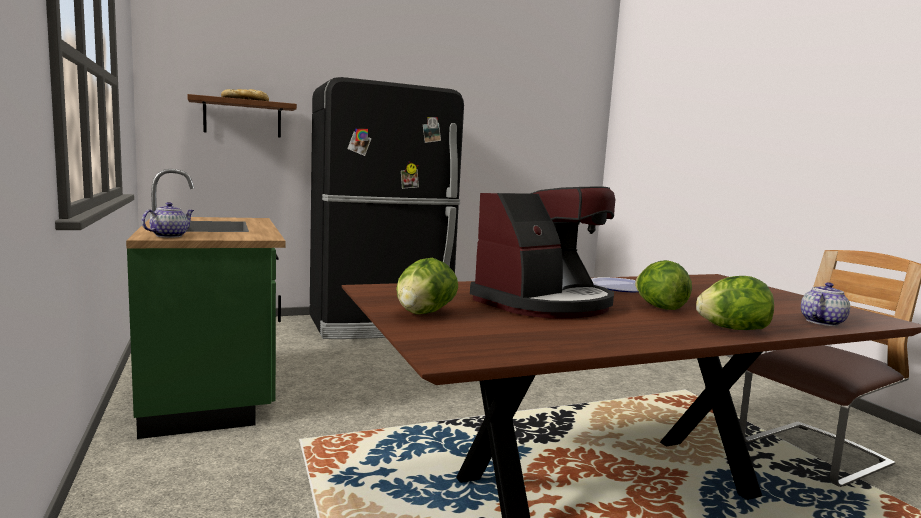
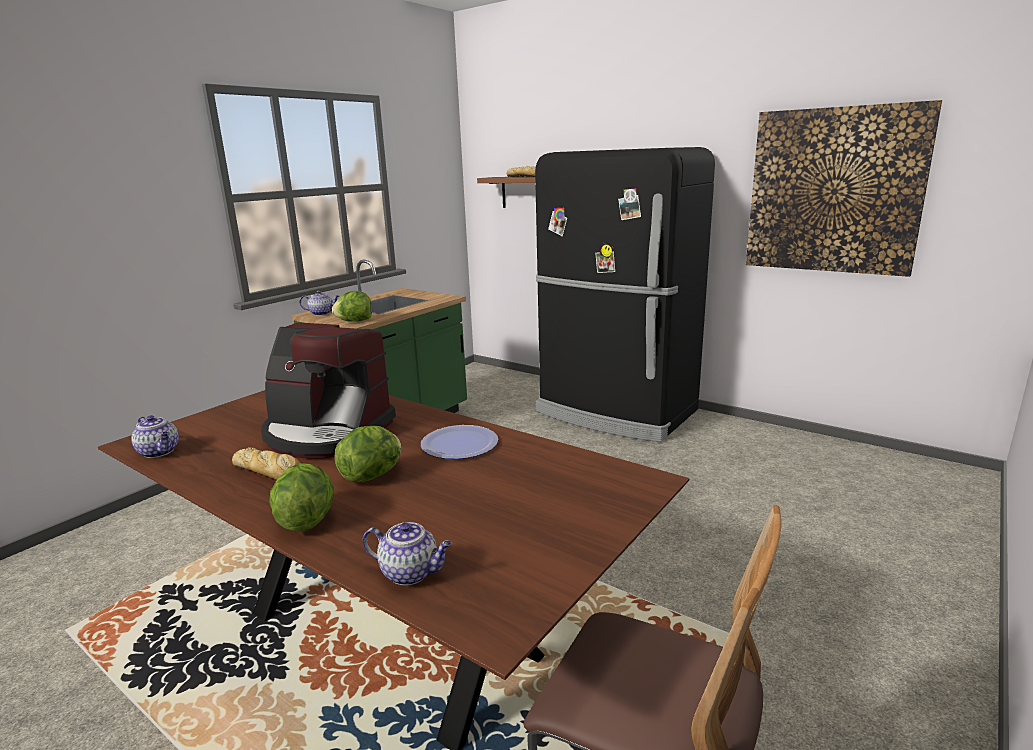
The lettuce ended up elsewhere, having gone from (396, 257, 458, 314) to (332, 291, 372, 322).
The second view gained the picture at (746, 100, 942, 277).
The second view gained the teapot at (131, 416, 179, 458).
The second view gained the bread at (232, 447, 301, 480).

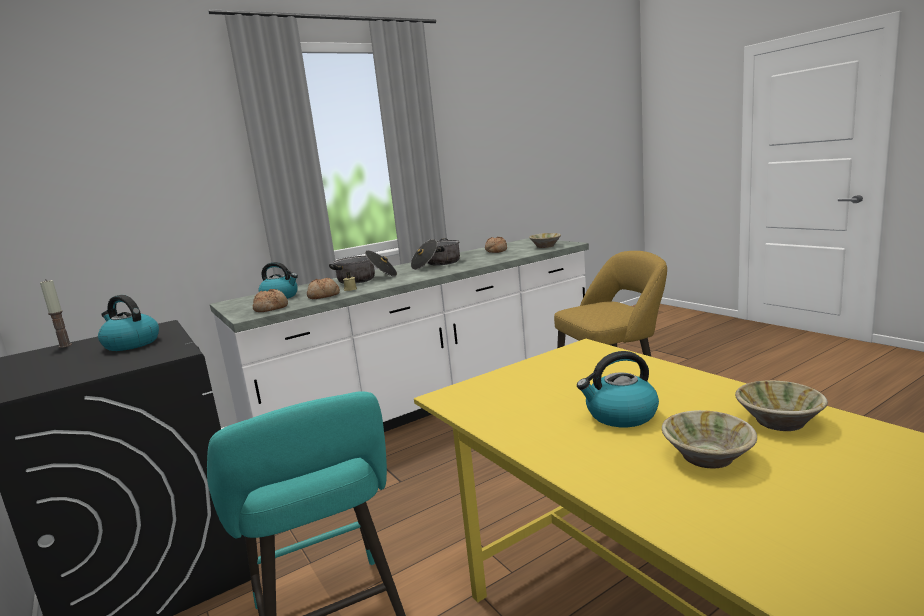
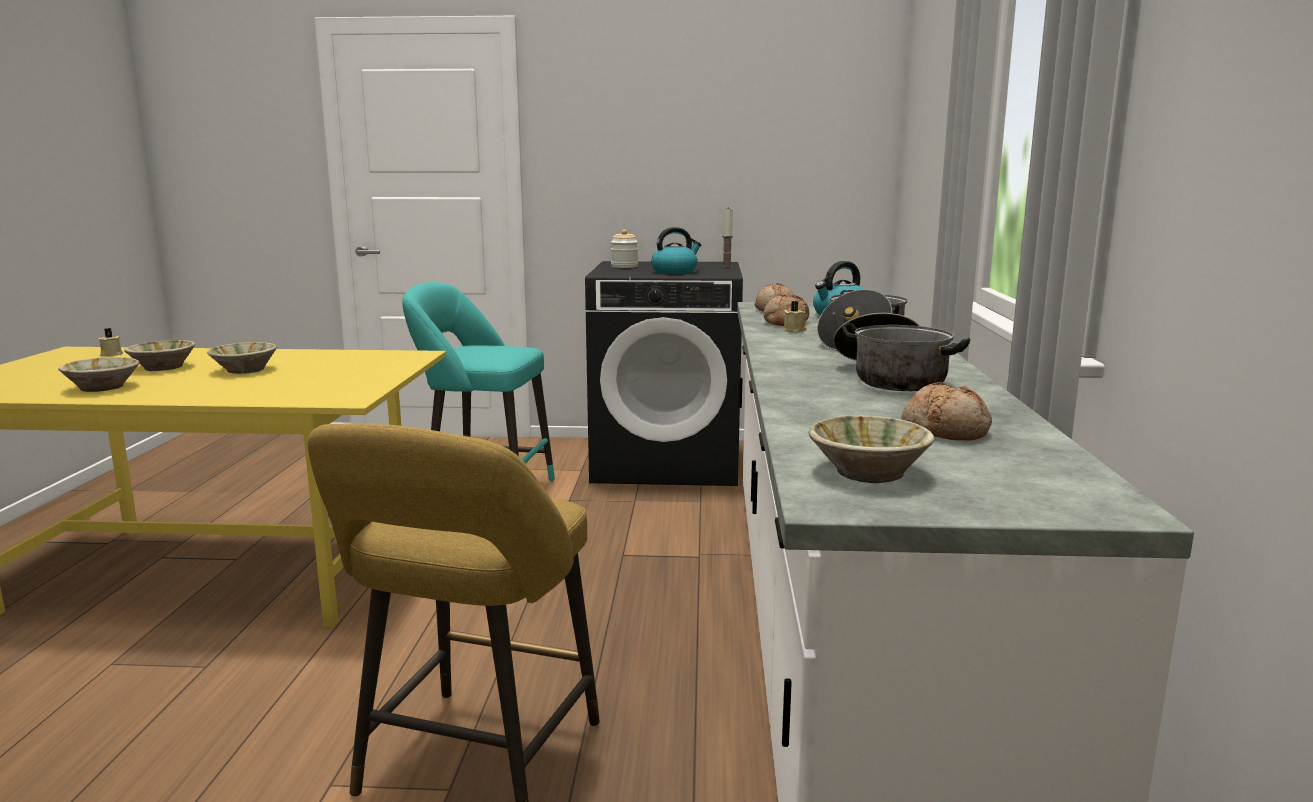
Where the kettle stood at (577, 351, 659, 427), the beige bowl came to stand at (207, 342, 277, 374).
The second view gained the jar at (611, 229, 638, 268).
The second view gained the beige candle at (99, 328, 123, 356).

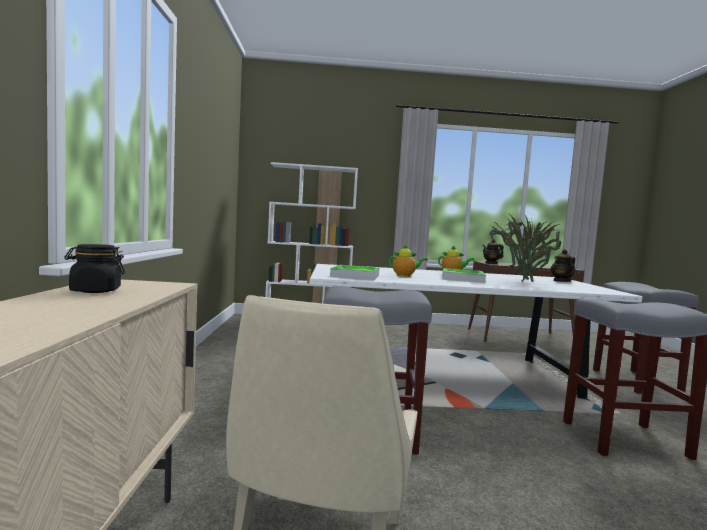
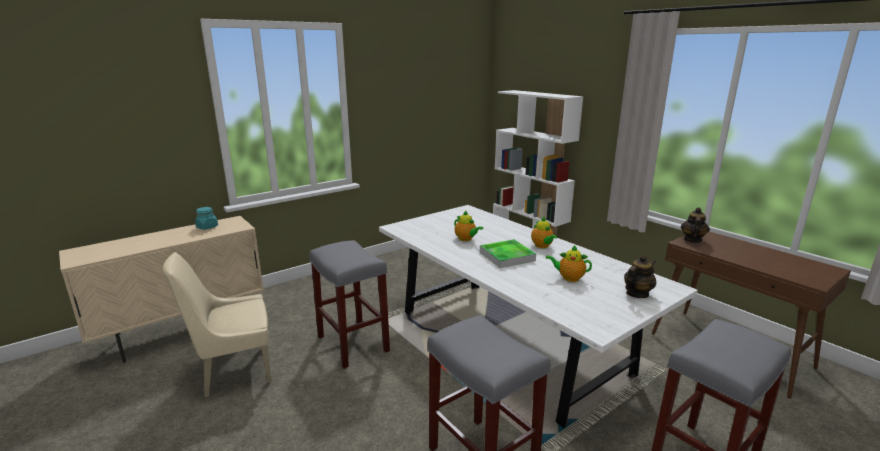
Where the potted plant stood at (488, 214, 561, 282), the teapot came to stand at (546, 245, 592, 282).
What was the black jar at (64, 244, 125, 293) turned into the turquoise jar at (195, 207, 218, 230).
The second view lost the tray at (330, 265, 379, 281).

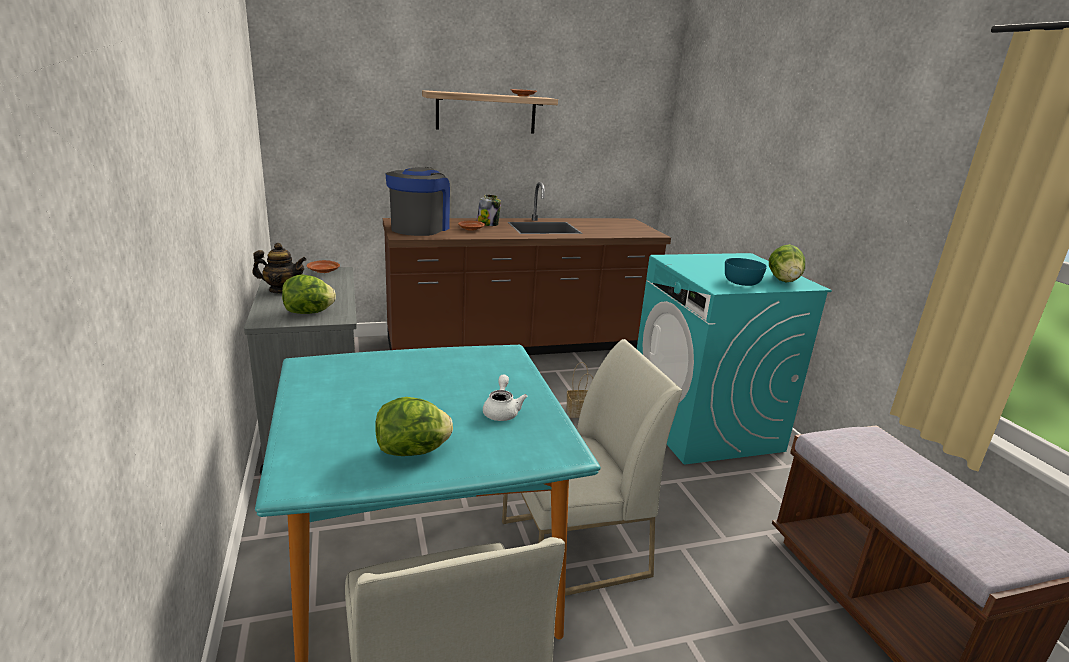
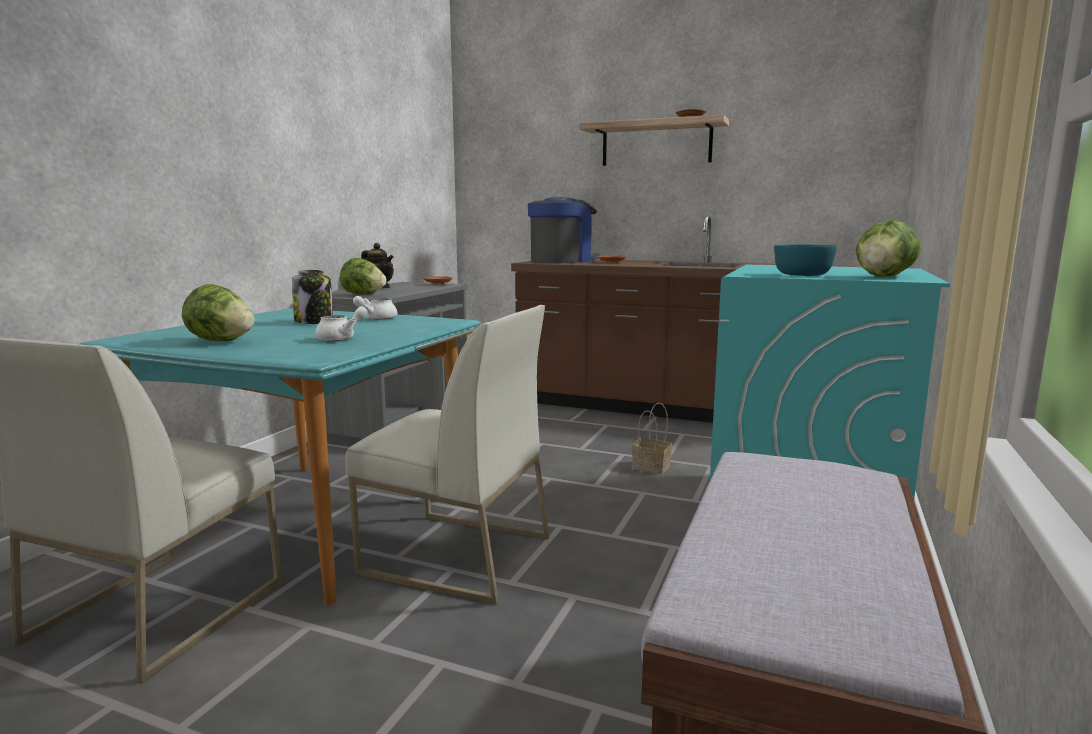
The jar ended up elsewhere, having gone from (477, 195, 501, 226) to (292, 270, 333, 324).
The second view gained the white teapot at (353, 296, 398, 319).

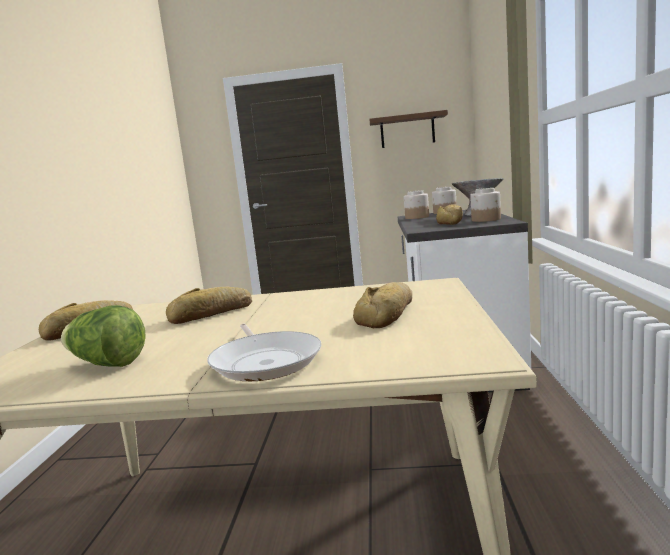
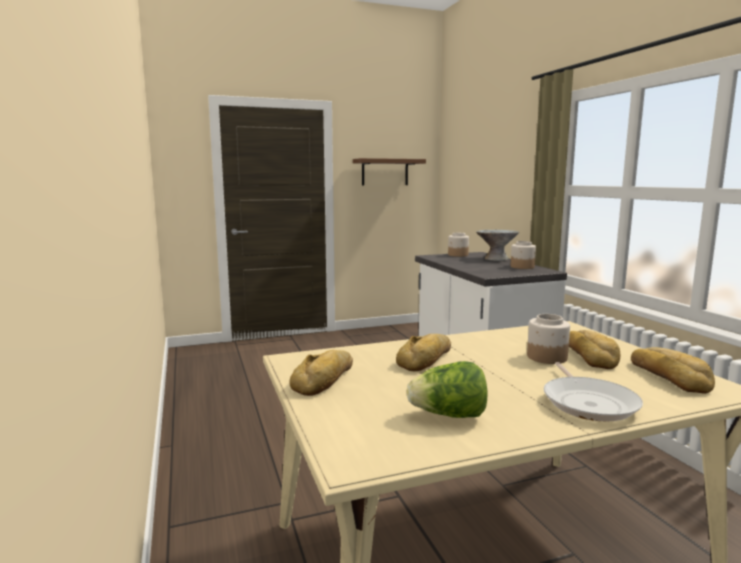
The jar ended up elsewhere, having gone from (404, 190, 429, 219) to (527, 314, 570, 364).
The bread ended up elsewhere, having gone from (436, 204, 463, 225) to (631, 347, 715, 394).
The frying pan at (207, 324, 321, 381) ended up facing another way, 45 degrees clockwise from before.

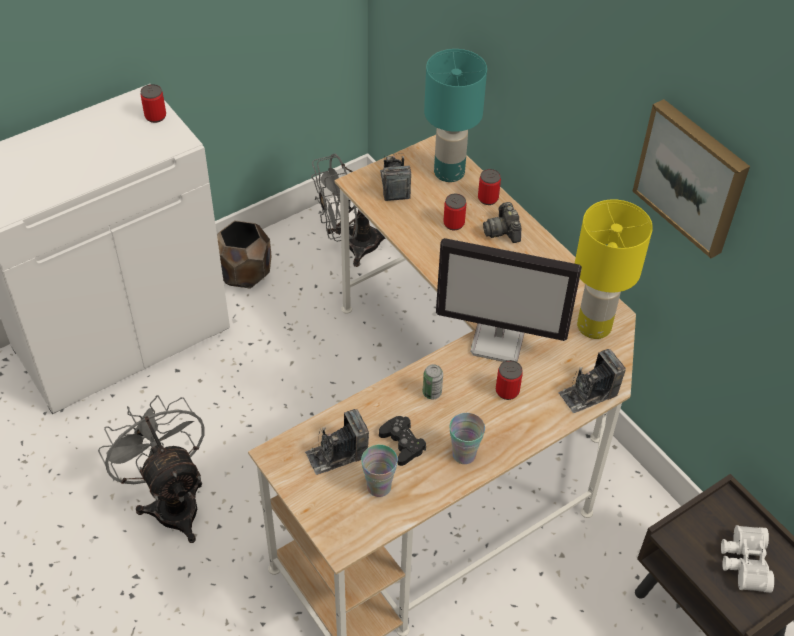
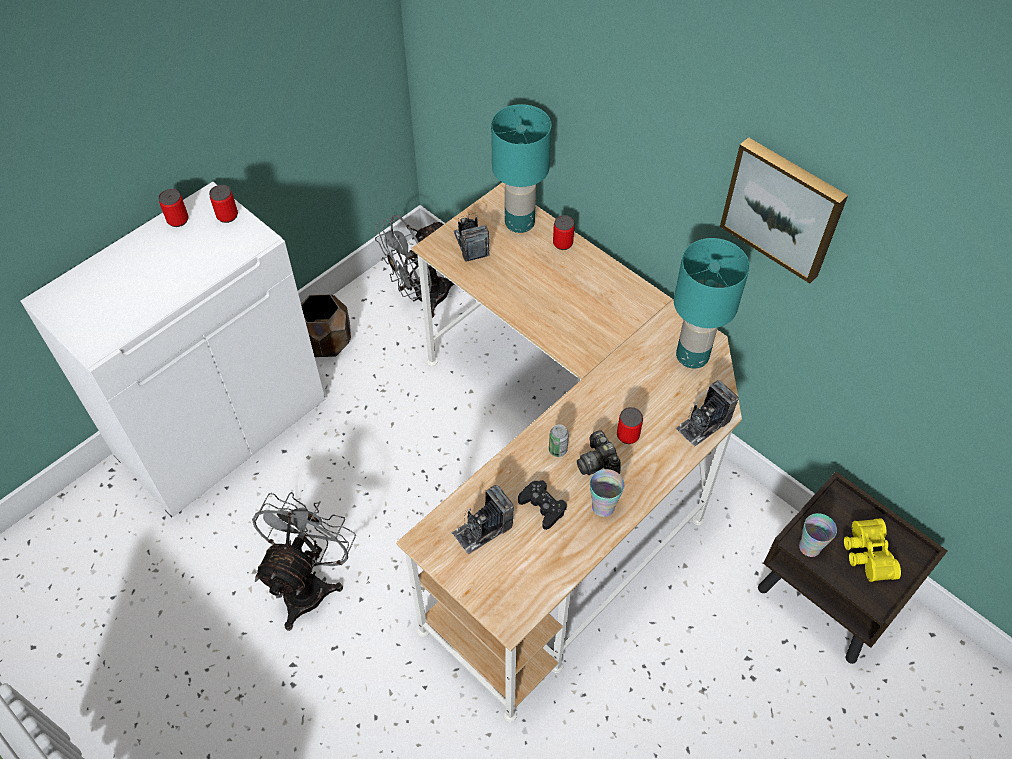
The can ended up elsewhere, having gone from (443, 194, 466, 230) to (158, 189, 188, 227).
What was the yellow table lamp at (575, 199, 653, 339) turned into the turquoise table lamp at (674, 238, 750, 369).
The photo camera ended up elsewhere, having gone from (483, 202, 521, 243) to (577, 430, 621, 475).
The second view lost the monitor at (436, 238, 582, 362).
The grey fan at (98, 395, 205, 543) ended up facing another way, 60 degrees clockwise from before.
The cup ended up elsewhere, having gone from (361, 445, 398, 497) to (799, 513, 837, 557).
What was the white binoculars at (721, 525, 774, 593) turned into the yellow binoculars at (844, 518, 901, 582).

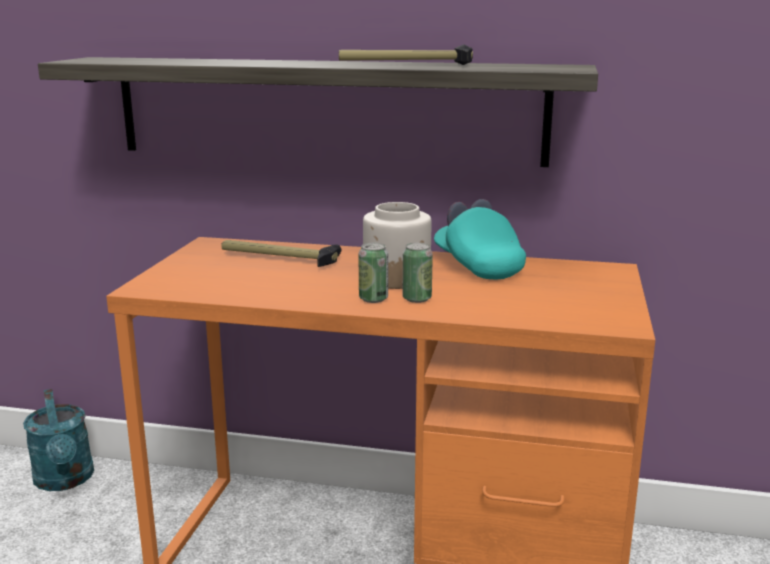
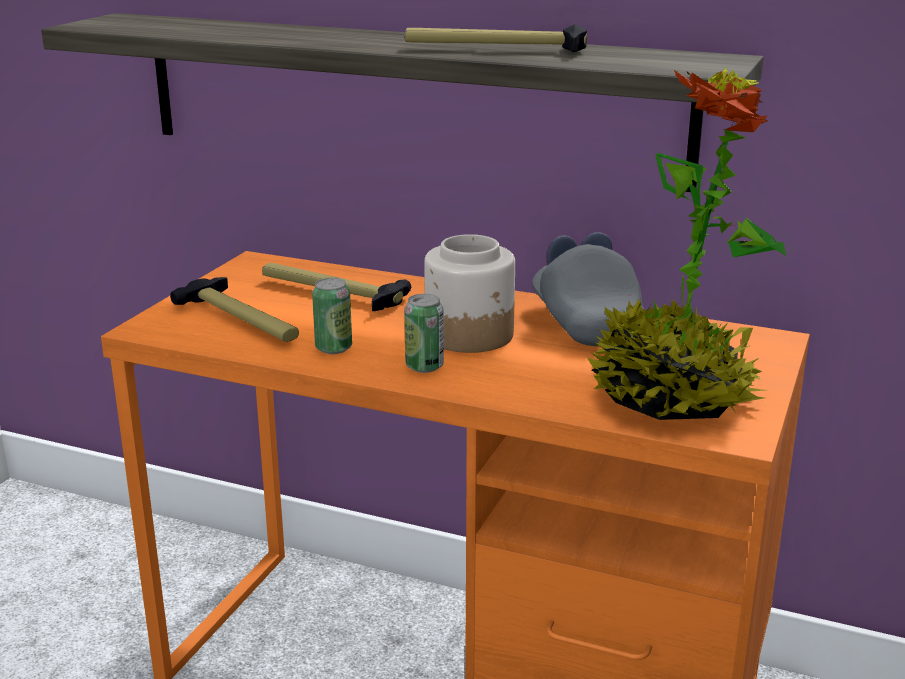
What was the turquoise cap at (434, 199, 526, 279) turned into the grey cap at (532, 232, 645, 346).
The can ended up elsewhere, having gone from (403, 242, 433, 303) to (312, 278, 352, 354).
The second view lost the turquoise watering can at (23, 389, 94, 491).
The second view gained the potted plant at (587, 68, 786, 420).
The second view gained the hammer at (170, 277, 299, 342).

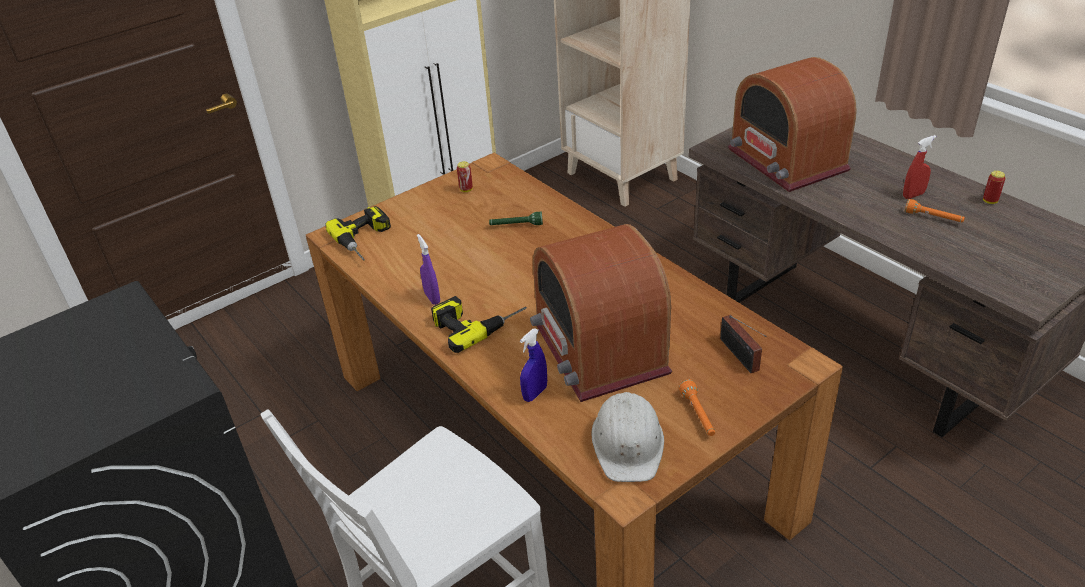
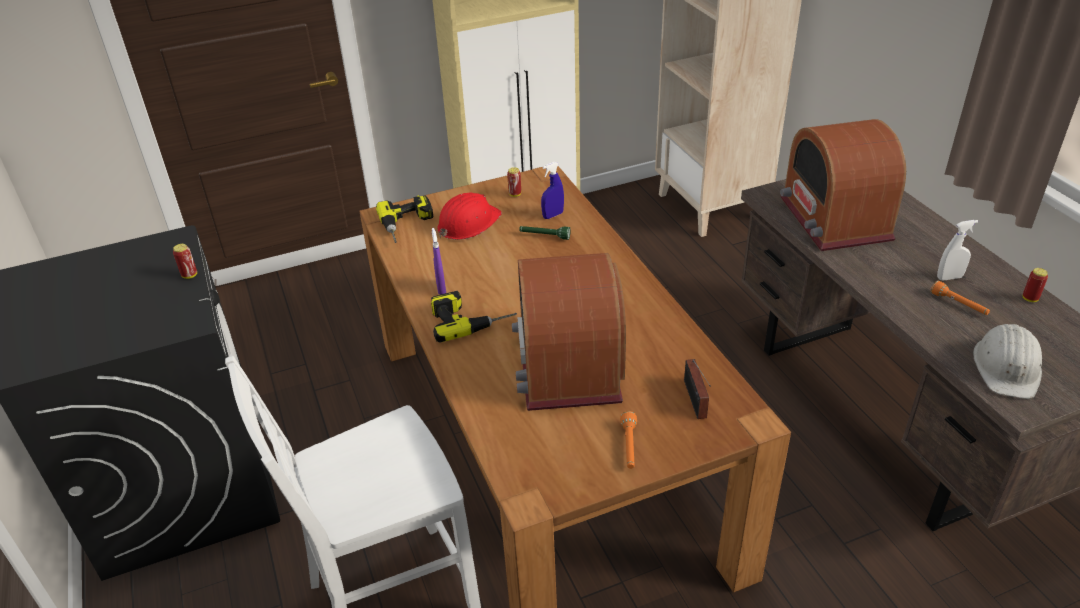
What was the red spray bottle at (903, 135, 936, 199) turned into the white spray bottle at (937, 220, 978, 281).
The blue spray bottle ended up elsewhere, having gone from (520, 328, 547, 402) to (541, 162, 564, 219).
The white hard hat ended up elsewhere, having gone from (591, 392, 664, 482) to (973, 324, 1042, 399).
The second view gained the red hard hat at (437, 193, 502, 240).
The second view gained the can at (173, 244, 197, 279).

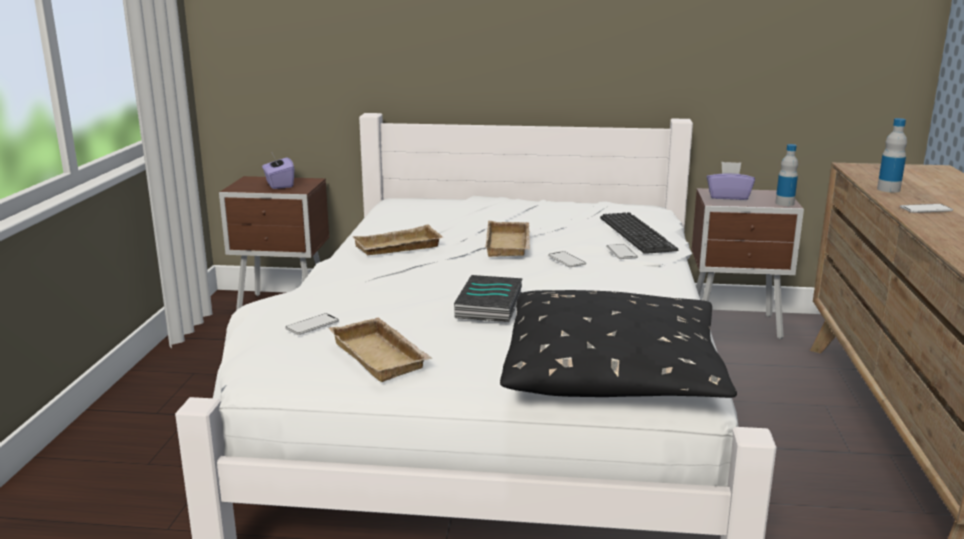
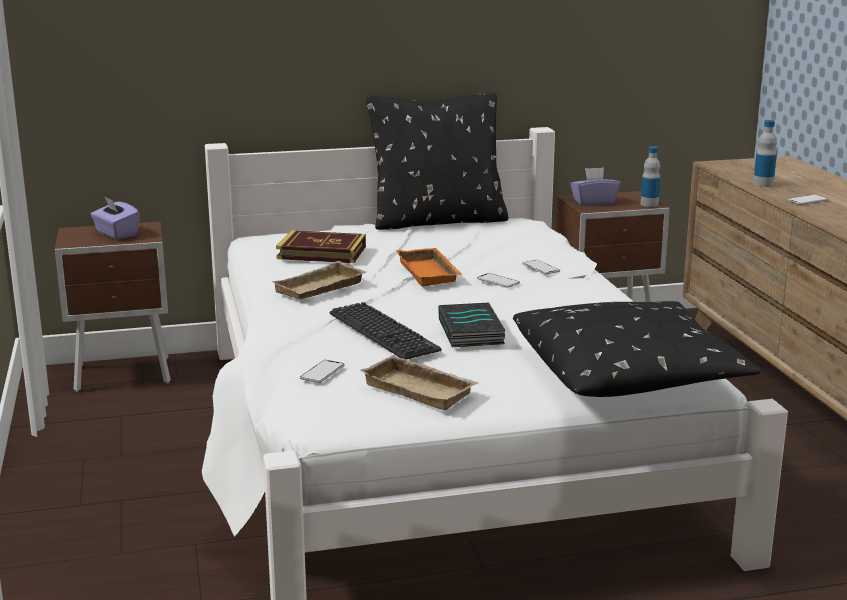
The keyboard ended up elsewhere, having gone from (600, 212, 678, 254) to (330, 302, 442, 360).
What was the beige tray at (485, 221, 530, 257) turned into the orange tray at (396, 248, 463, 287).
The second view gained the black pillow at (366, 93, 509, 230).
The second view gained the book at (276, 231, 366, 263).

